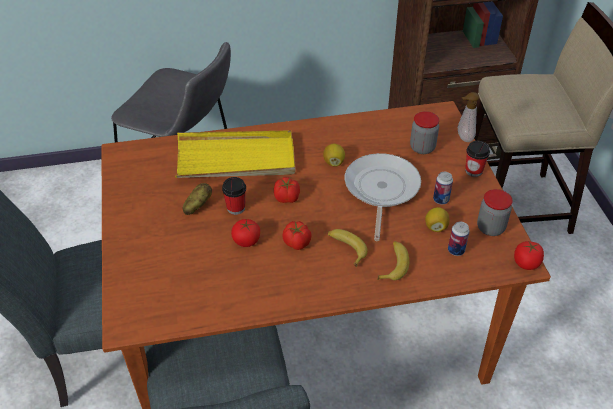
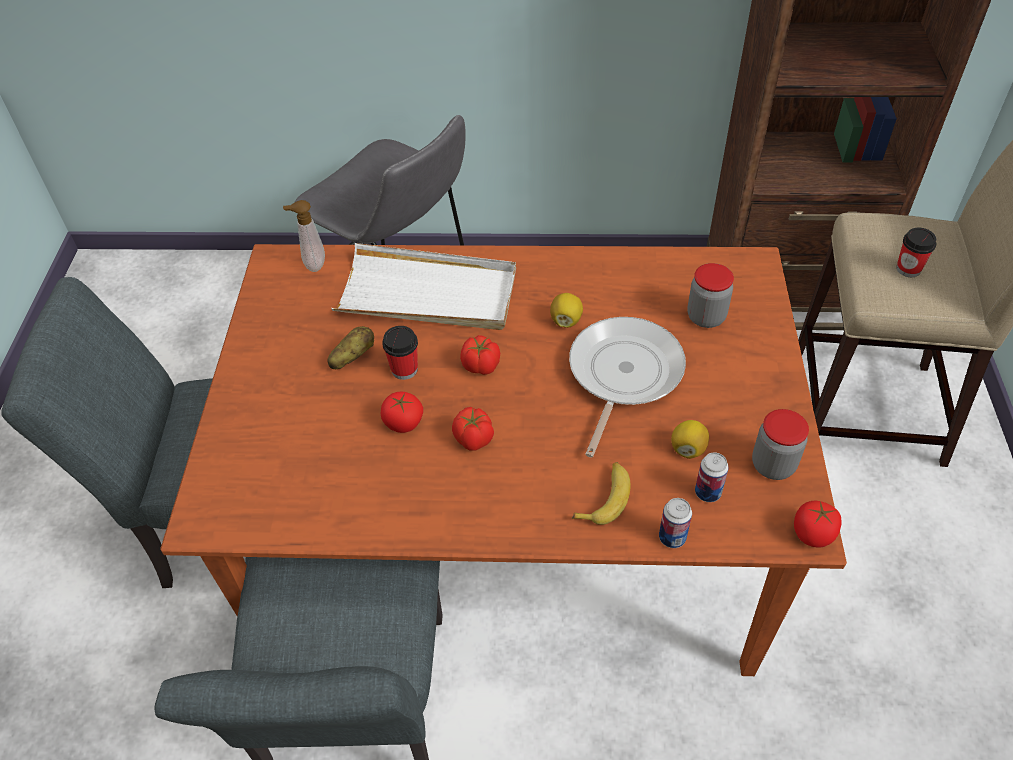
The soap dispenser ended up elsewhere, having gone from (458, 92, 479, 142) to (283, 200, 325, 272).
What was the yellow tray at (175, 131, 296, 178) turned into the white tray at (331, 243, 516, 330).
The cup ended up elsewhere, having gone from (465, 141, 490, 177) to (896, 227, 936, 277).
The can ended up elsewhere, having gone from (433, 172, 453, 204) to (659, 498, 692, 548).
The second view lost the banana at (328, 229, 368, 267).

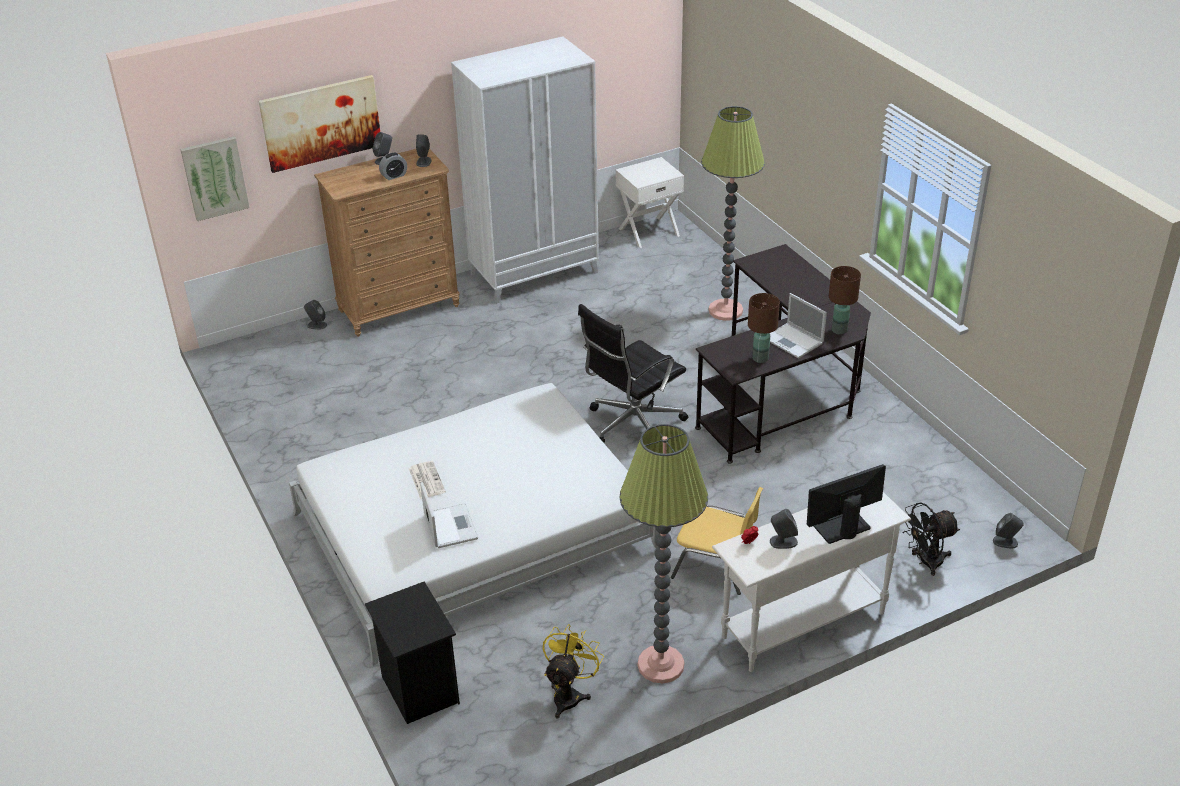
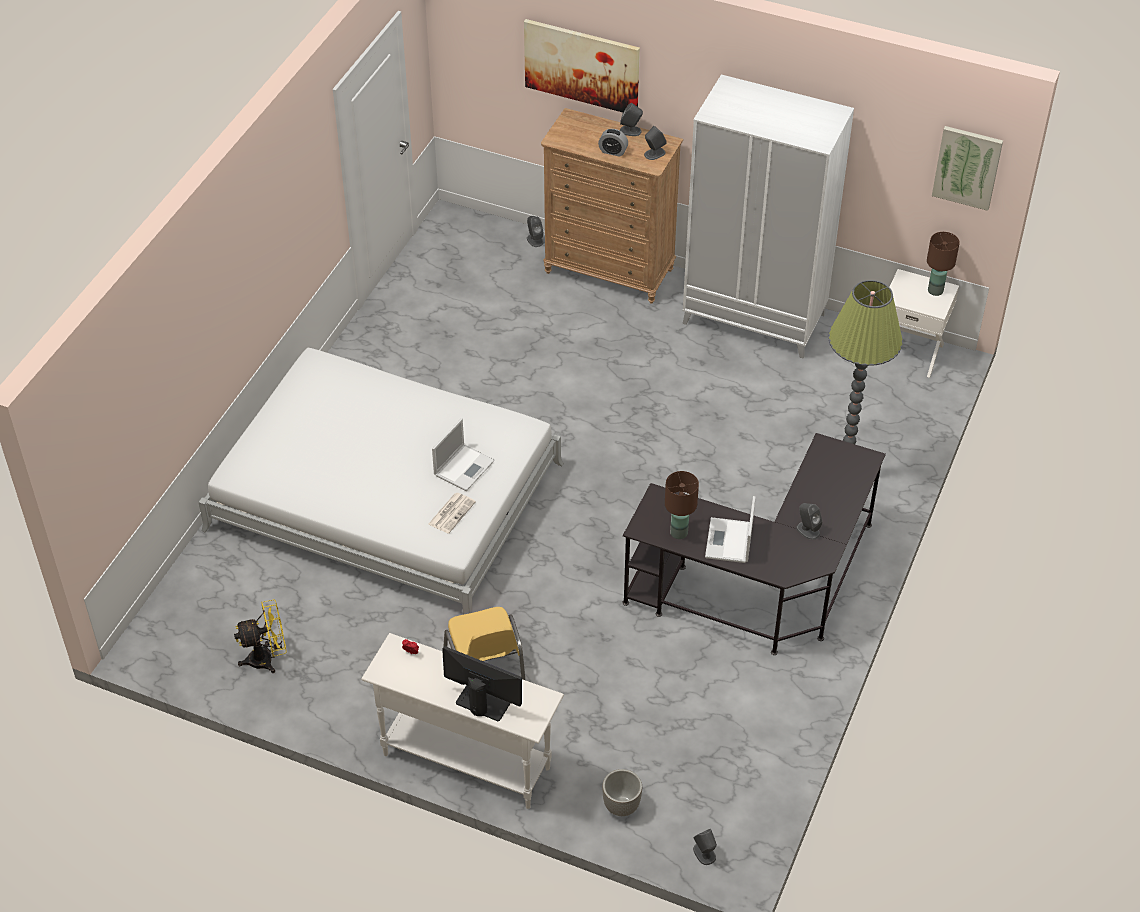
The picture ended up elsewhere, having gone from (180, 136, 250, 221) to (932, 126, 1003, 211).
The brown table lamp ended up elsewhere, having gone from (829, 266, 861, 335) to (927, 232, 960, 296).
The second view lost the black office chair at (578, 304, 688, 443).
The second view lost the floor lamp at (620, 424, 708, 683).
The newspaper ended up elsewhere, having gone from (409, 461, 446, 499) to (429, 493, 476, 534).
The laptop ended up elsewhere, having gone from (420, 482, 478, 548) to (432, 418, 495, 491).
Where the black fan stood at (902, 502, 960, 576), the planter came to stand at (602, 769, 642, 816).
The grey speaker ended up elsewhere, having gone from (770, 509, 798, 549) to (796, 503, 823, 540).
The second view lost the black nightstand at (365, 581, 460, 724).

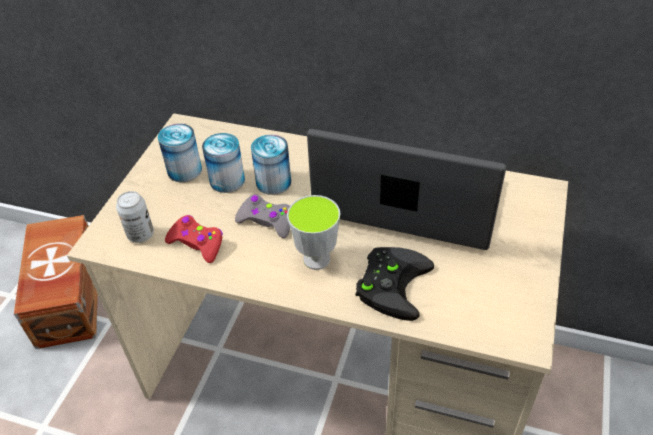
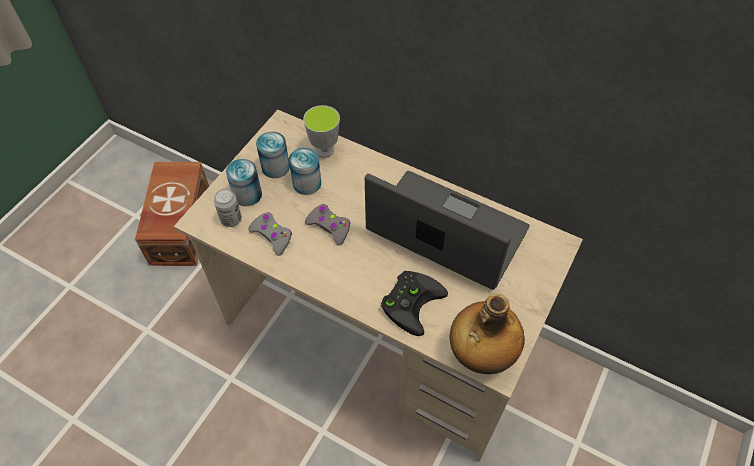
The can ended up elsewhere, having gone from (251, 134, 291, 195) to (226, 159, 262, 206).
The cup ended up elsewhere, having gone from (287, 195, 340, 270) to (303, 105, 340, 158).
What was the red game controller at (165, 215, 223, 263) turned into the grey game controller at (248, 212, 292, 256).
The second view gained the bottle at (449, 294, 525, 374).

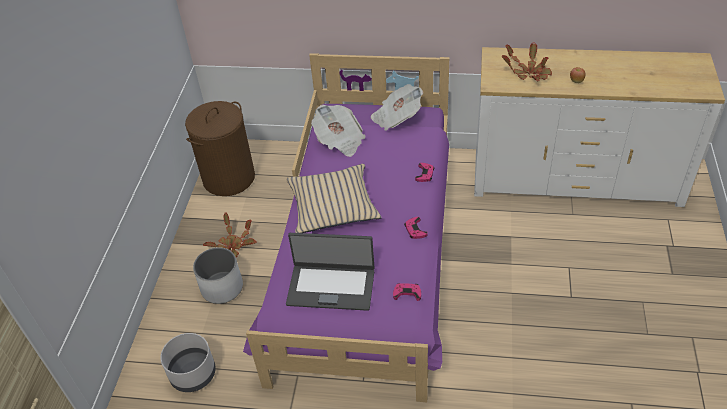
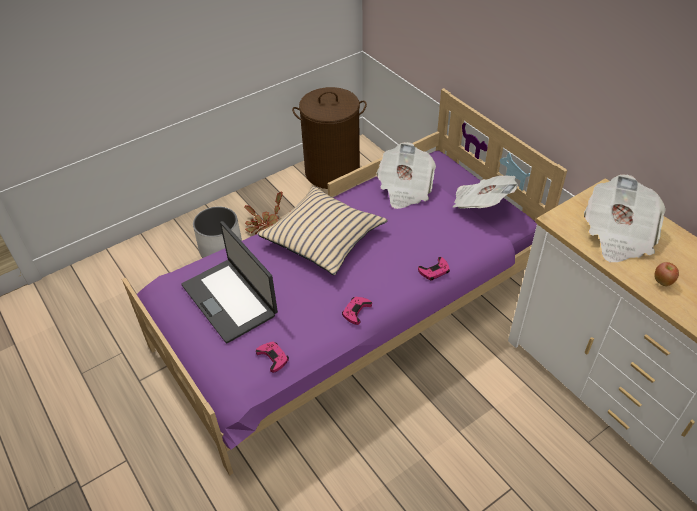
Where the potted plant stood at (502, 42, 552, 81), the newspaper came to stand at (584, 174, 666, 262).
The second view lost the grey planter at (160, 333, 216, 392).

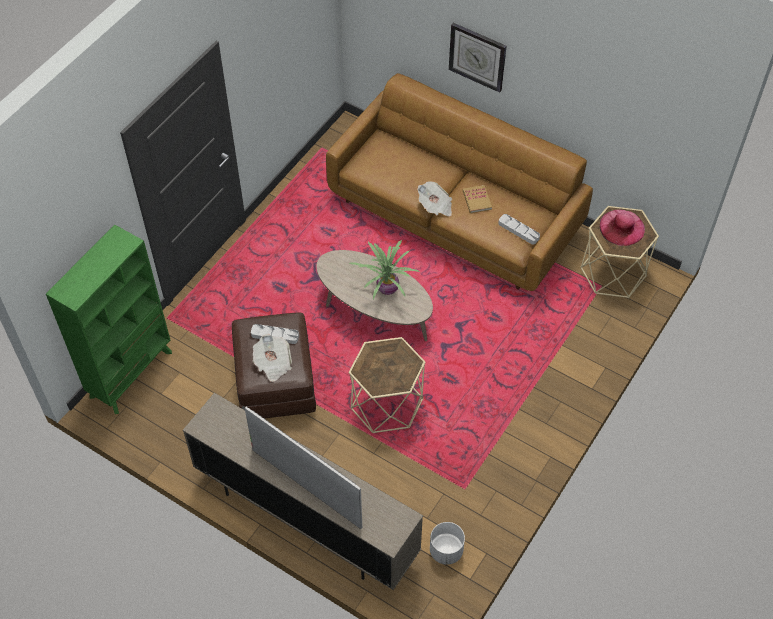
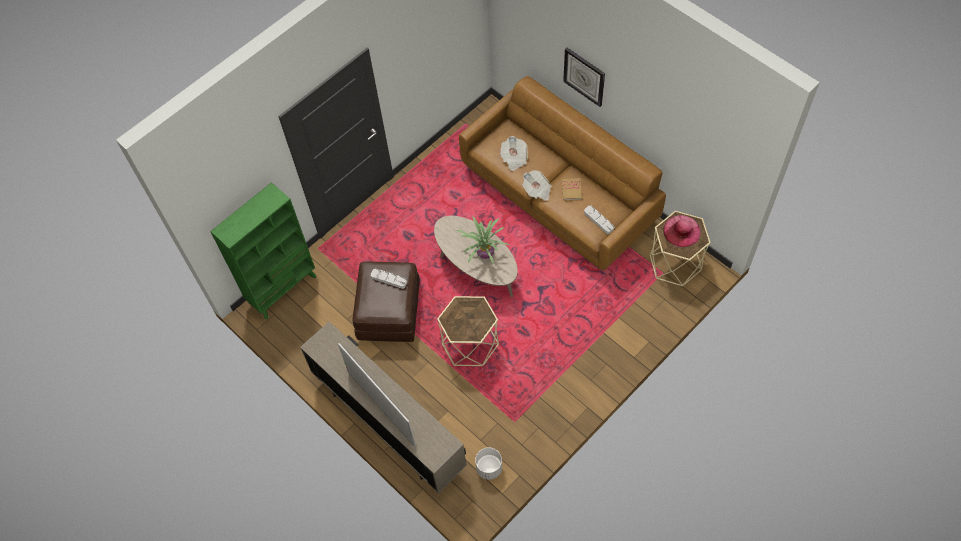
The newspaper ended up elsewhere, having gone from (253, 334, 292, 382) to (500, 136, 528, 171).

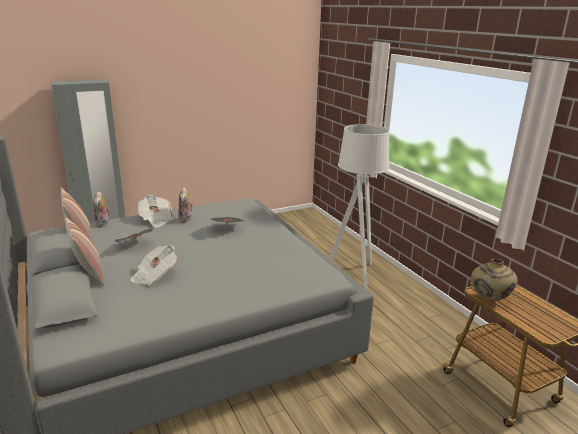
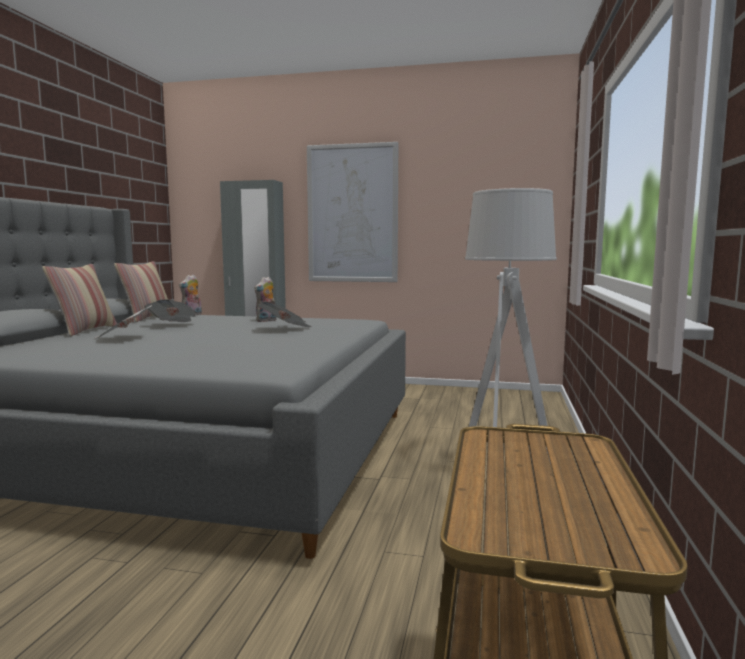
The second view lost the newspaper at (138, 195, 173, 227).
The second view lost the beige vase at (471, 259, 518, 301).
The second view gained the picture at (307, 142, 398, 282).

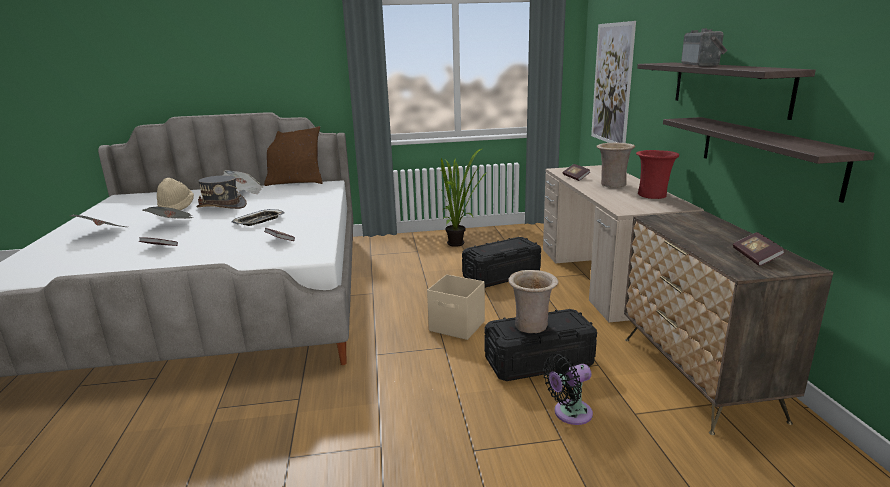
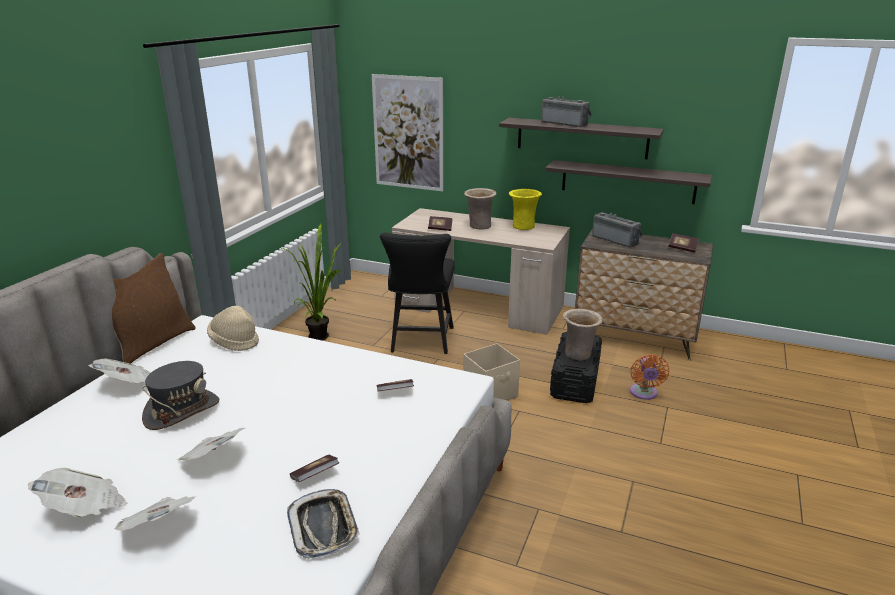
What was the red vase at (636, 150, 679, 199) turned into the yellow vase at (509, 189, 542, 230).
The beige hat ended up elsewhere, having gone from (157, 178, 194, 210) to (207, 306, 259, 351).
The tray ended up elsewhere, having gone from (232, 209, 285, 226) to (287, 489, 360, 559).
Where the black storage box stood at (462, 237, 541, 288), the black chair came to stand at (380, 233, 455, 354).
What was the black fan at (543, 354, 593, 425) turned into the orange fan at (630, 354, 669, 400).
The second view gained the radio at (592, 212, 643, 248).
The second view gained the newspaper at (28, 468, 127, 517).

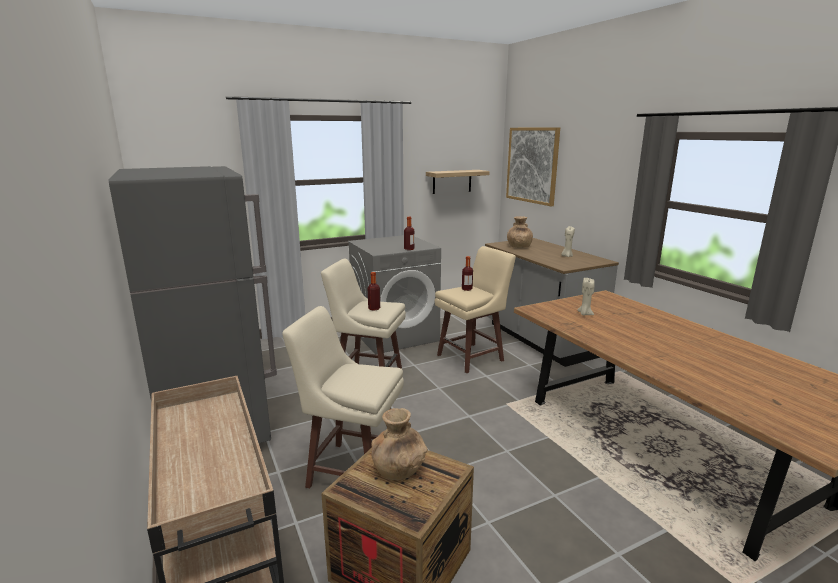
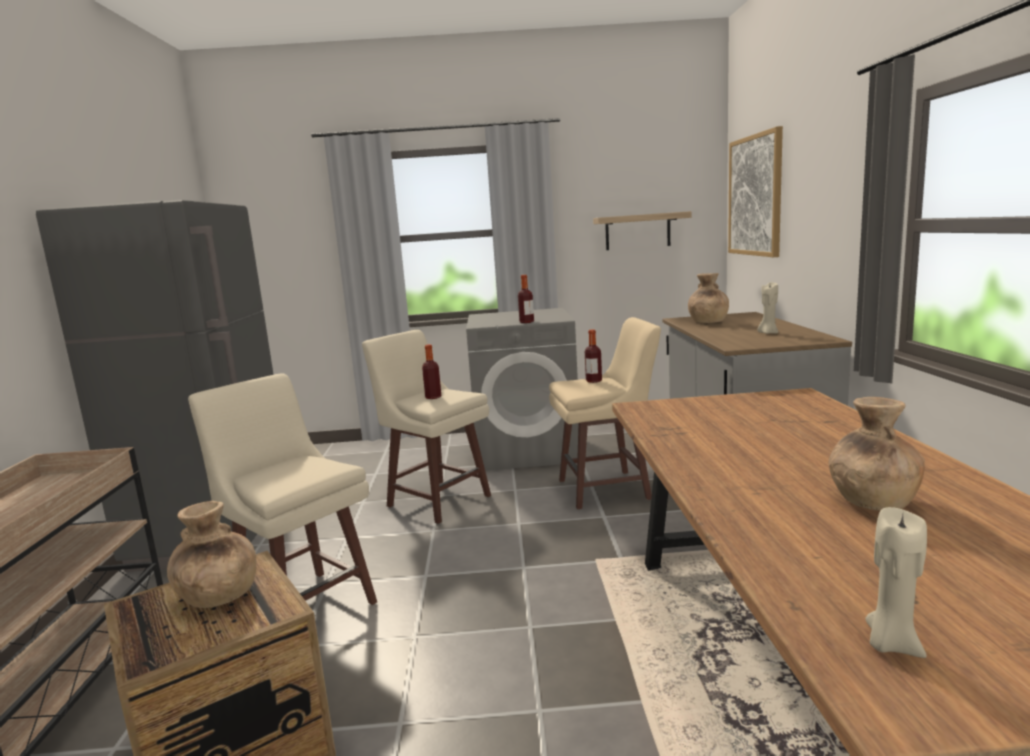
The beige candle ended up elsewhere, having gone from (577, 278, 595, 316) to (865, 507, 927, 658).
The second view gained the brown vase at (828, 397, 925, 511).

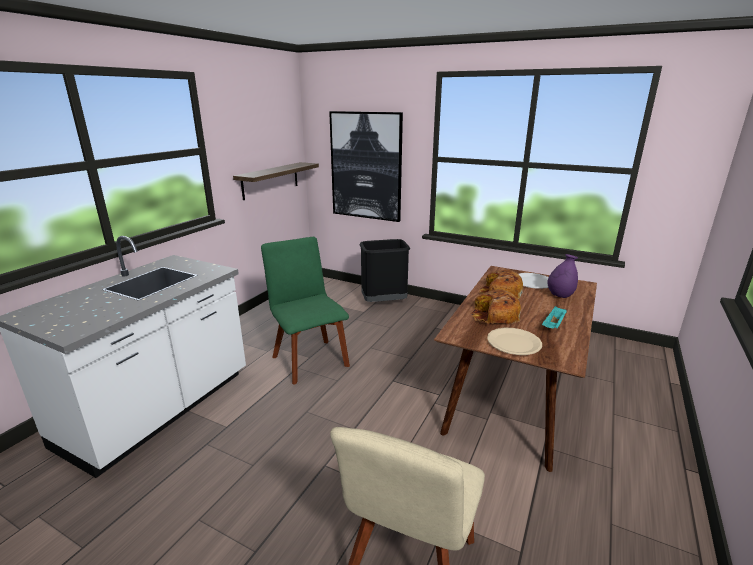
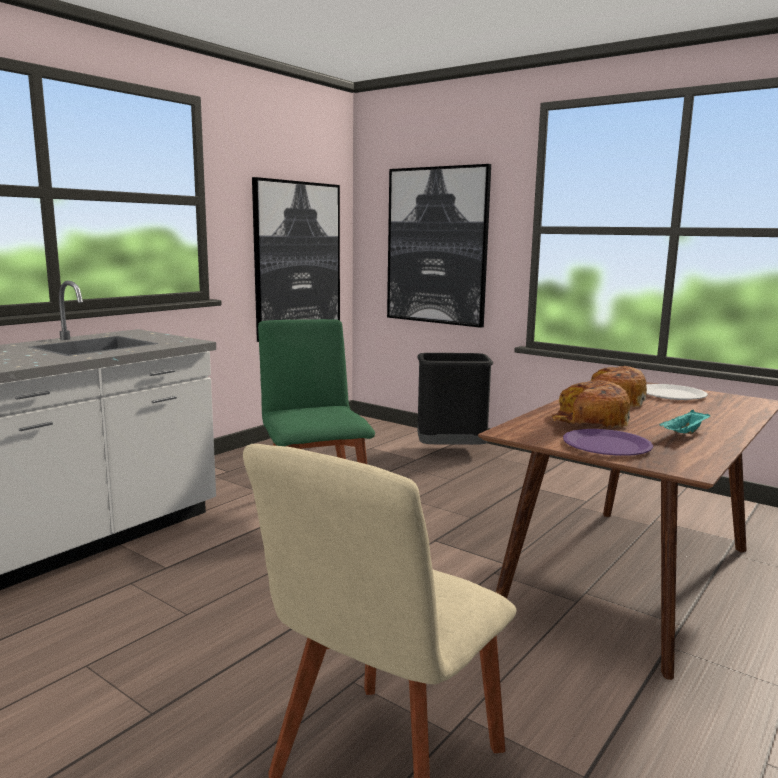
Where the shelf hung at (233, 162, 319, 200), the picture came to hang at (252, 177, 340, 342).
The second view lost the purple vase at (547, 254, 578, 298).
What was the beige plate at (487, 328, 542, 355) turned into the purple plate at (563, 429, 653, 456).

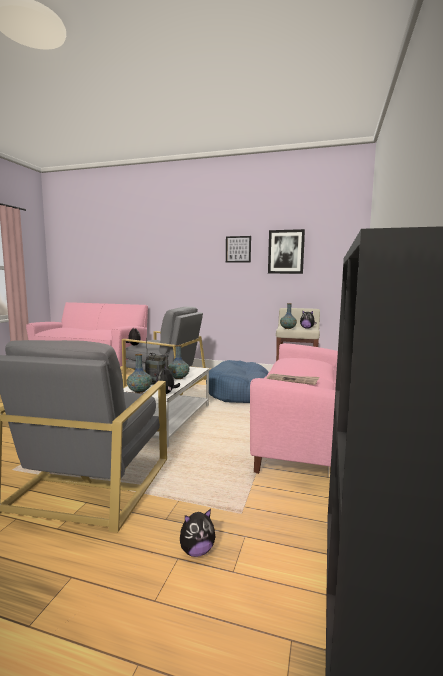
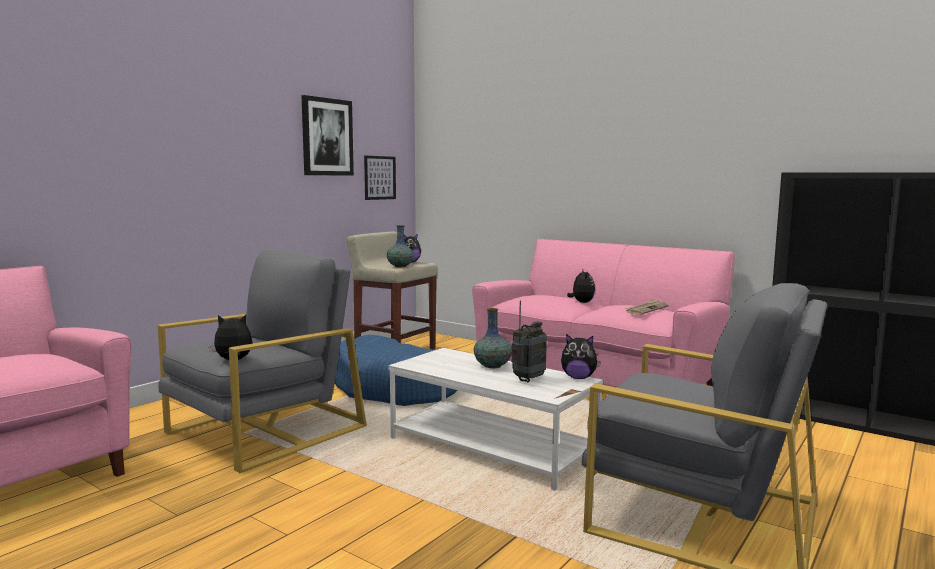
The picture ended up elsewhere, having gone from (226, 236, 251, 263) to (364, 156, 396, 200).
The second view lost the vase at (127, 354, 152, 393).
The plush toy ended up elsewhere, having gone from (180, 509, 216, 557) to (567, 270, 595, 303).

